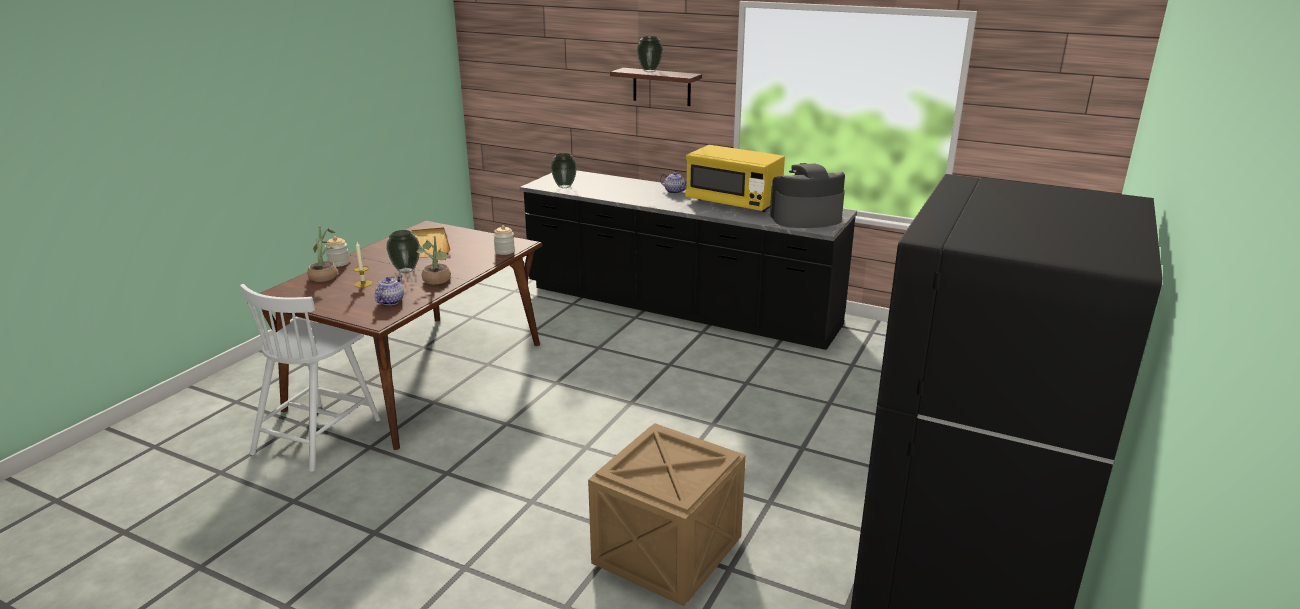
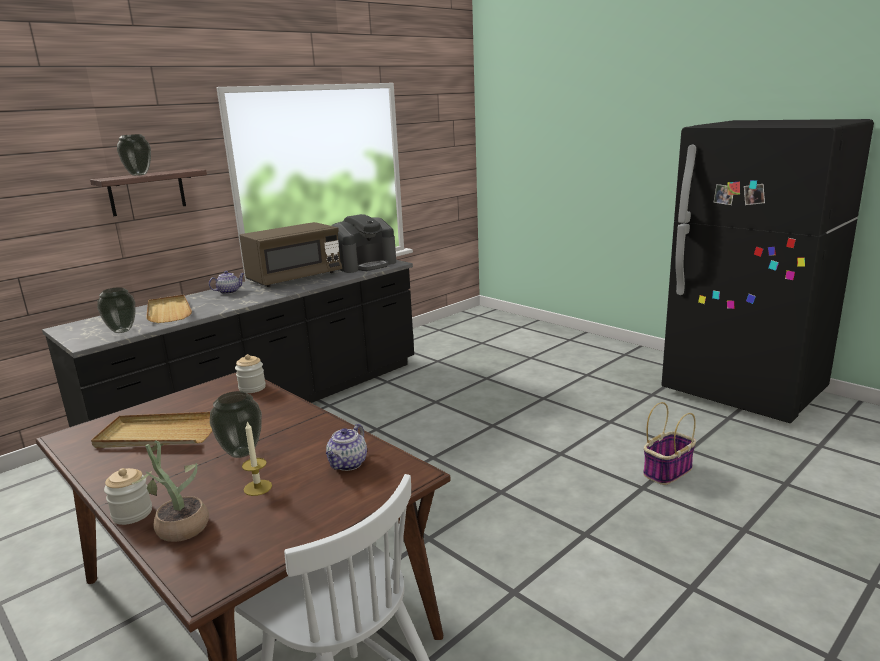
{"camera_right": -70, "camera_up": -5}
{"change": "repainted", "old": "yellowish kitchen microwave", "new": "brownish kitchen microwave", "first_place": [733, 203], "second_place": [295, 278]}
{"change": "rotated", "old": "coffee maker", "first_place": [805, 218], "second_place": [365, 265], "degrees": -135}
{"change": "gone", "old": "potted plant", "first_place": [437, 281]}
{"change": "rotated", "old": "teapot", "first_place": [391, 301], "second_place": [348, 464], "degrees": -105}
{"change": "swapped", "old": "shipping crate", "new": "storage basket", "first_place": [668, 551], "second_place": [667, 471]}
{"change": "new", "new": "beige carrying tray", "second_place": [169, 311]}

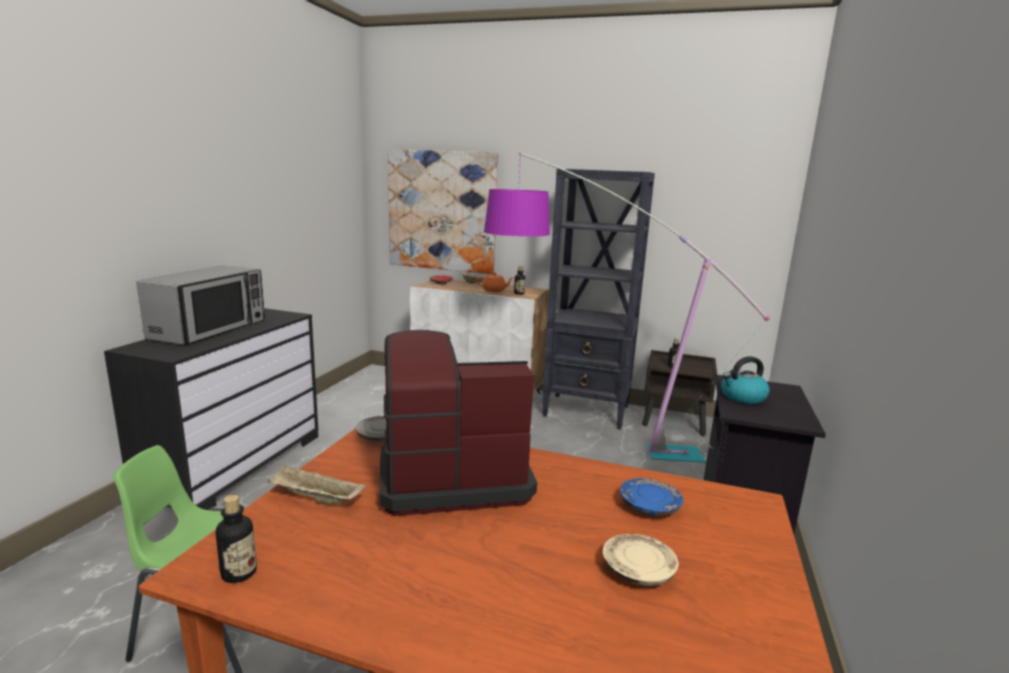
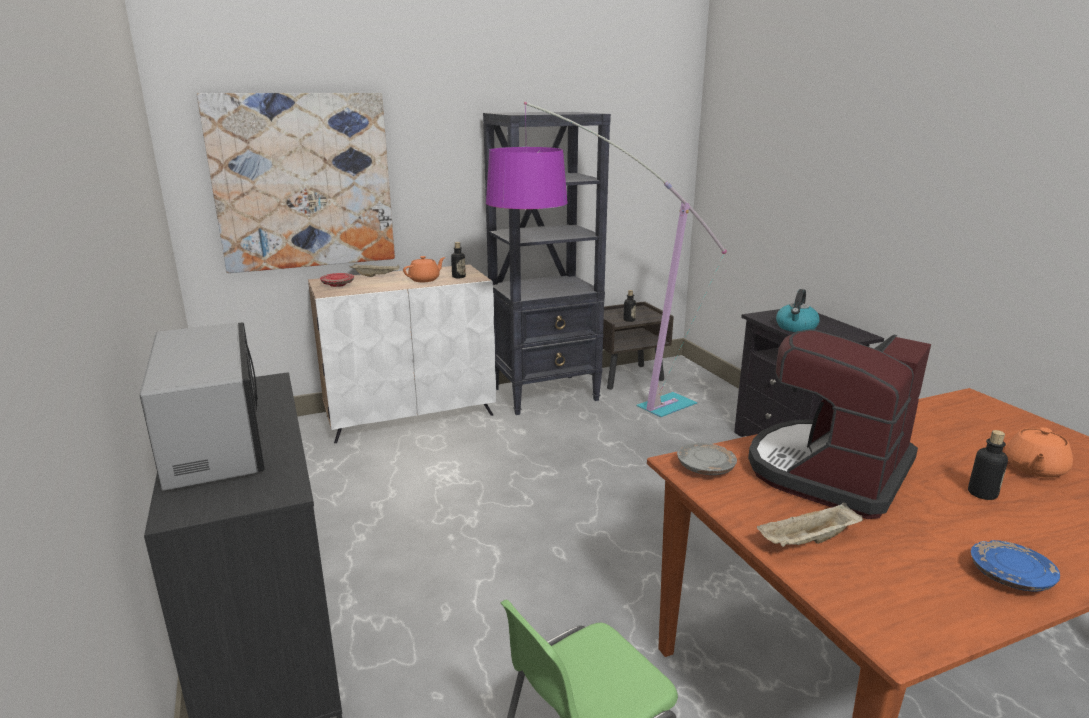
{"camera_right": -40, "camera_up": 5}
{"change": "shifted", "old": "blue-coloured dinner plate", "first_place": [649, 506], "second_place": [1009, 577]}
{"change": "shifted", "old": "bottle", "first_place": [239, 573], "second_place": [982, 493]}
{"change": "swapped", "old": "beige dinner plate", "new": "orange teapot", "first_place": [637, 570], "second_place": [1034, 469]}

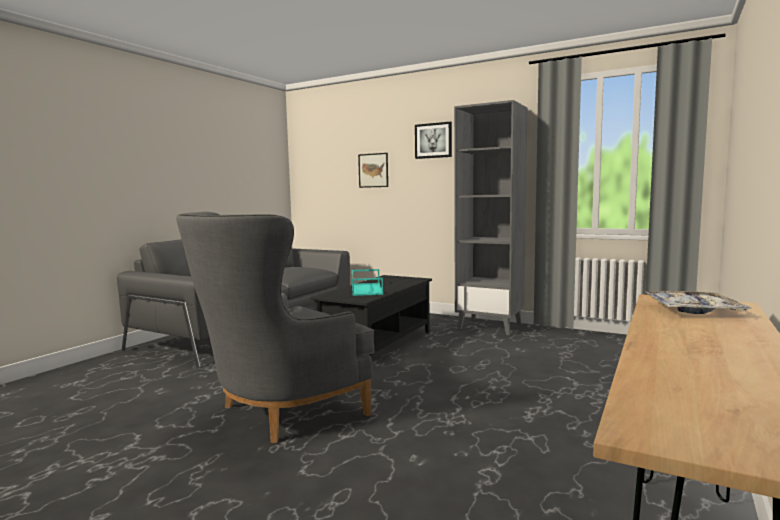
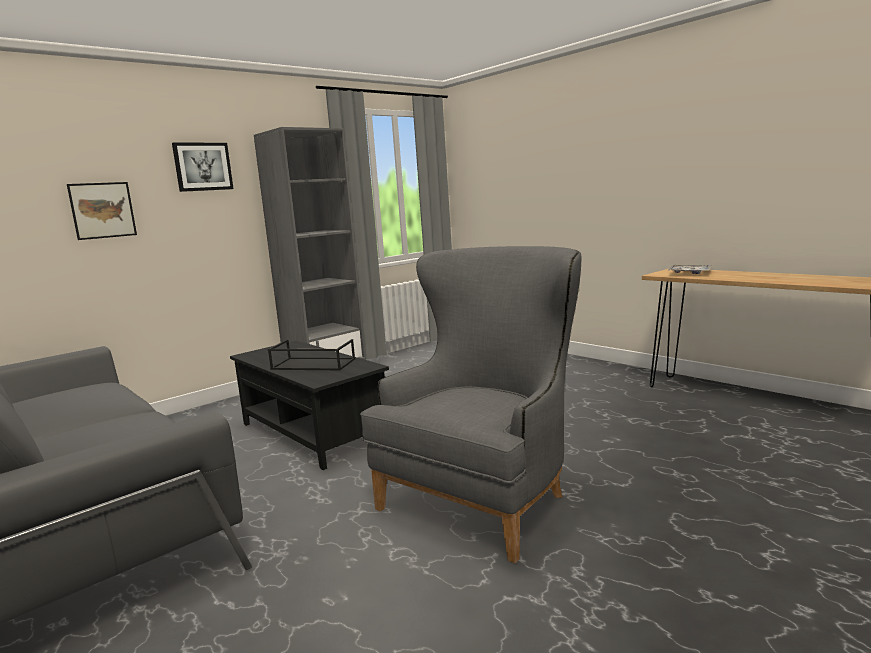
{"camera_right": -70, "camera_up": 5}
{"change": "rotated", "old": "gray lounge chair", "first_place": [278, 413], "second_place": [487, 496], "degrees": -120}
{"change": "repainted", "old": "blue-green carrying tray", "new": "blackish carrying tray", "first_place": [366, 289], "second_place": [312, 364]}

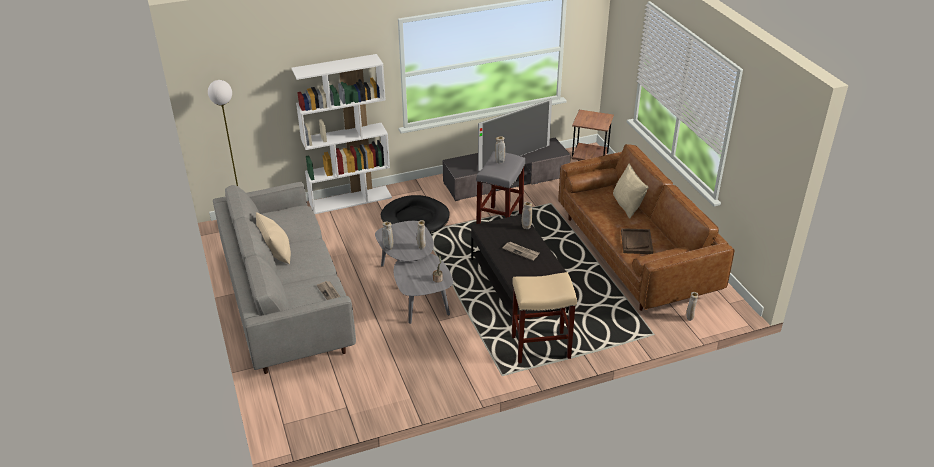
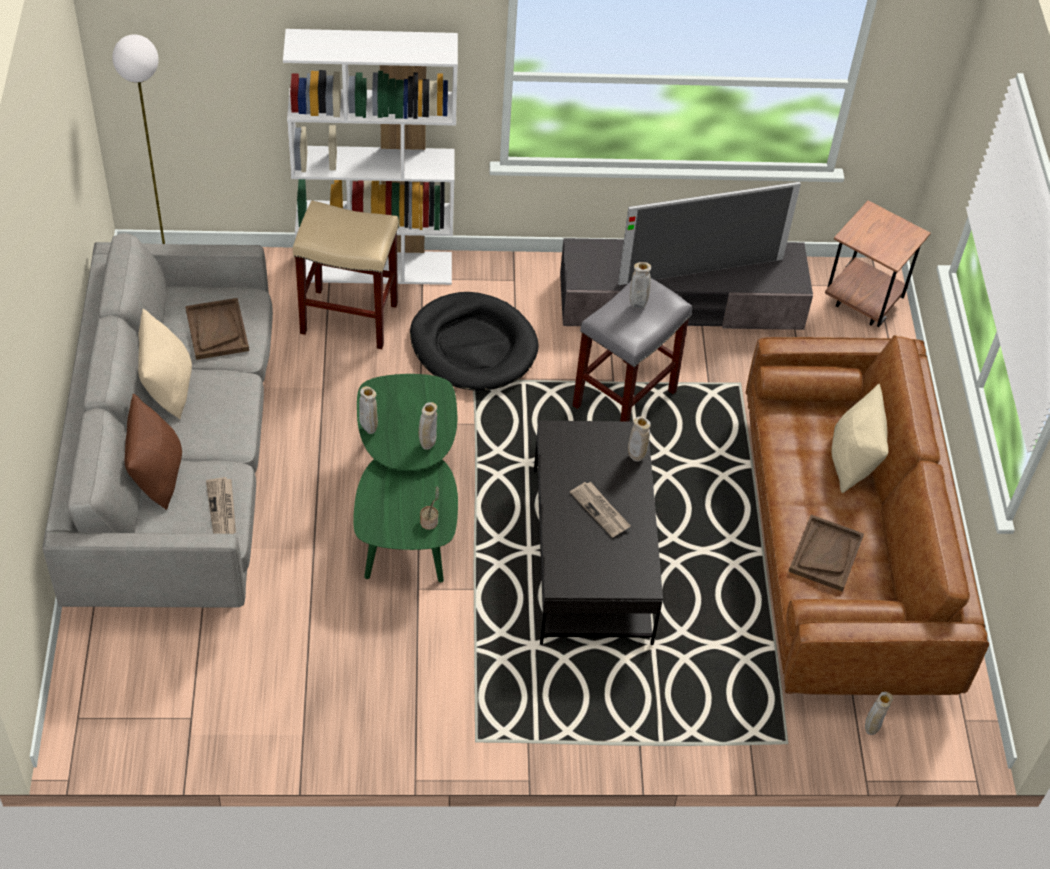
{"camera_right": 15, "camera_up": 15}
{"change": "repainted", "old": "gray low table", "new": "green-coloured low table", "first_place": [414, 288], "second_place": [406, 504]}
{"change": "shifted", "old": "beige sitting stool", "first_place": [540, 347], "second_place": [347, 318]}
{"change": "new", "new": "brownish carrying tray", "second_place": [217, 330]}
{"change": "new", "new": "brownish cushion", "second_place": [156, 475]}

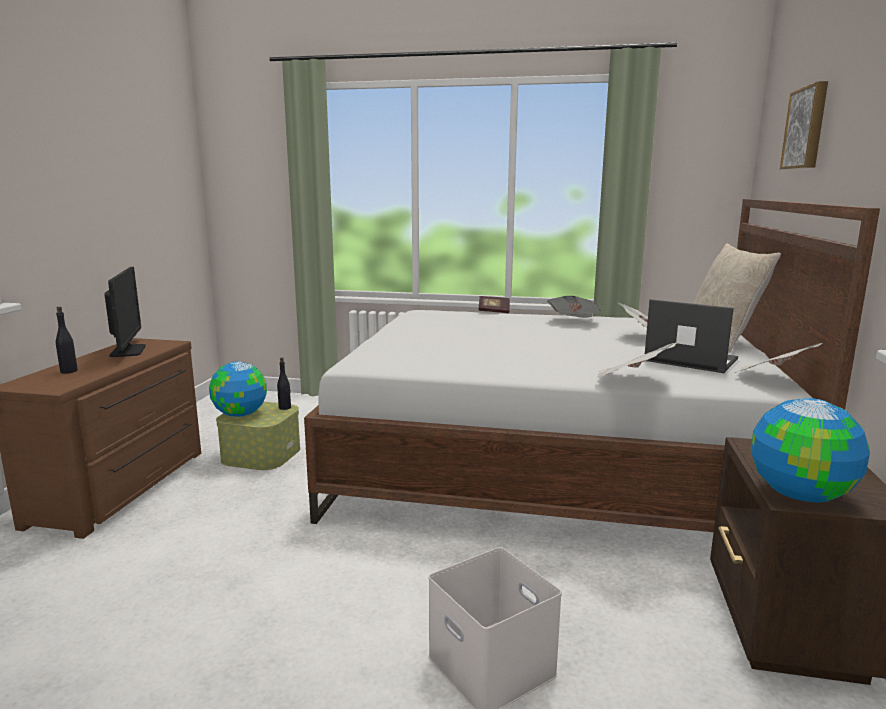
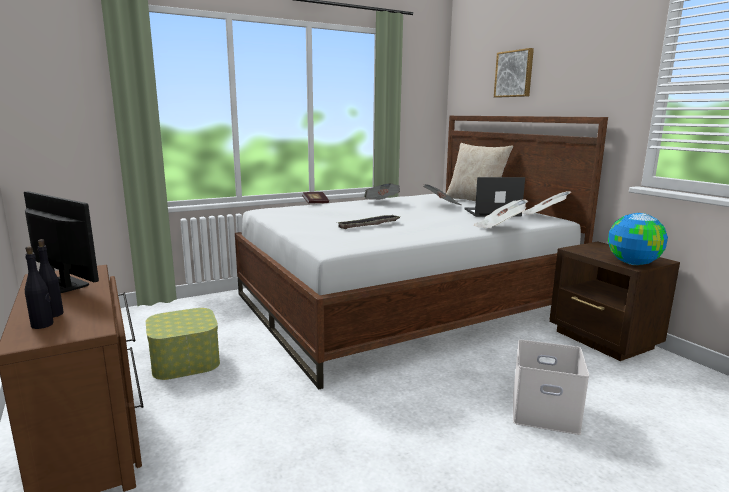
{"camera_right": -40, "camera_up": 0}
{"change": "shifted", "old": "blackish bottle", "first_place": [285, 407], "second_place": [42, 325]}
{"change": "gone", "old": "world globe", "first_place": [240, 414]}
{"change": "new", "new": "carrying tray", "second_place": [369, 225]}

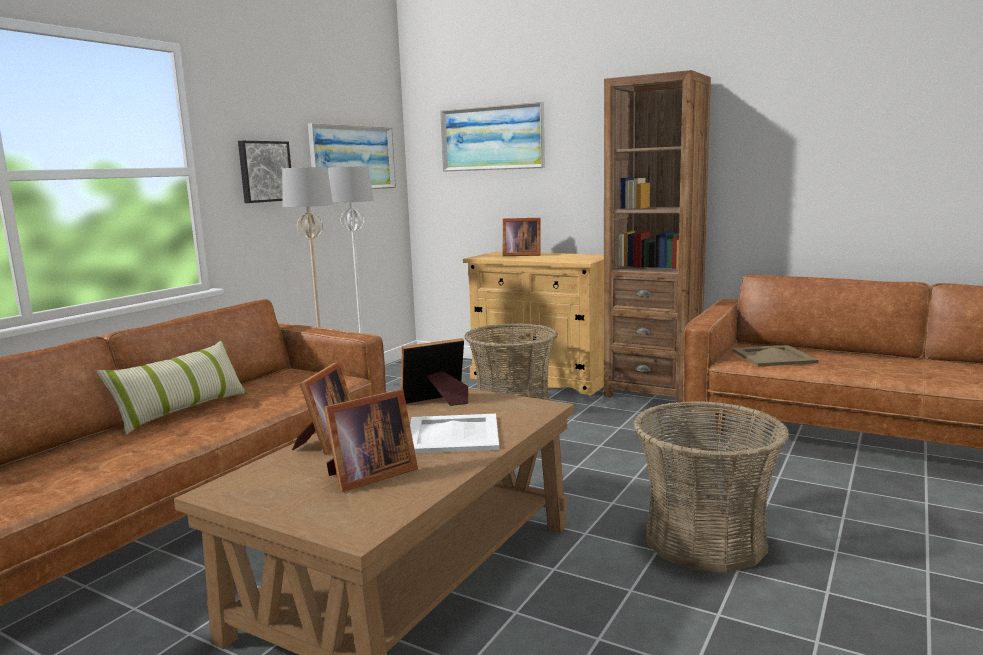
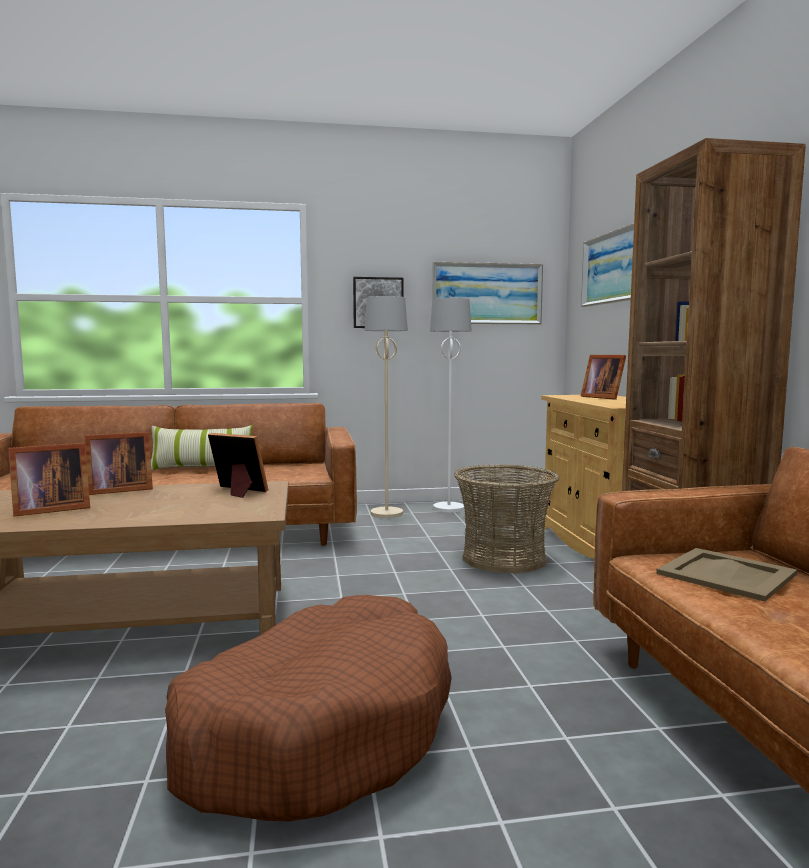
{"camera_right": 50, "camera_up": -5}
{"change": "rotated", "old": "standing frame", "first_place": [368, 476], "second_place": [49, 510], "degrees": -45}
{"change": "swapped", "old": "storage basket", "new": "brownish dog cushion", "first_place": [705, 540], "second_place": [317, 730]}
{"change": "gone", "old": "white-coloured carrying tray", "first_place": [453, 434]}

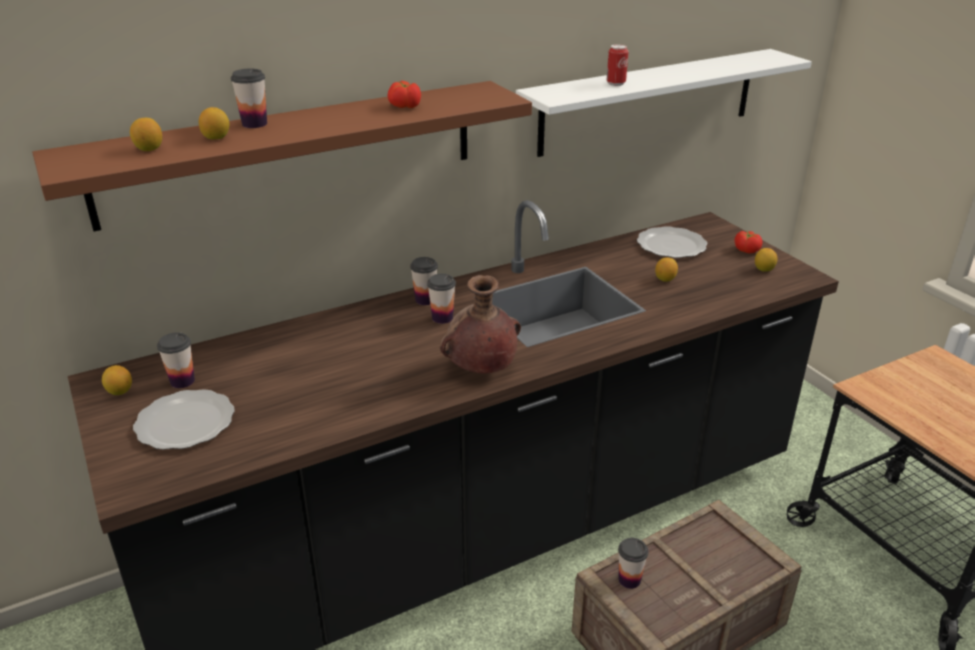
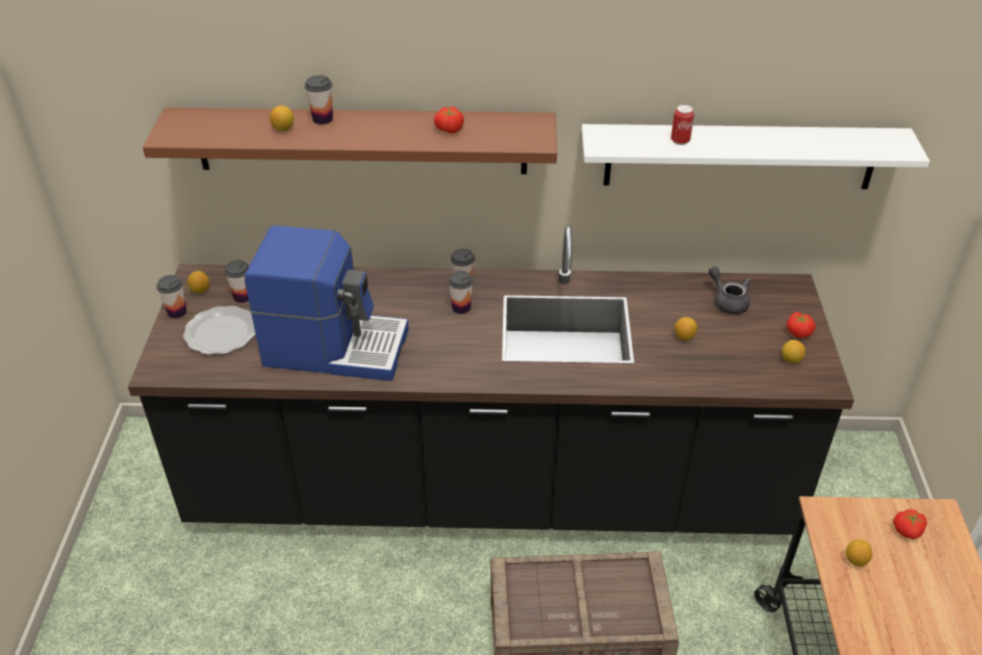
{"camera_right": 30, "camera_up": 10}
{"change": "shifted", "old": "citrus fruit", "first_place": [149, 149], "second_place": [855, 560]}
{"change": "swapped", "old": "dinner plate", "new": "gray teapot", "first_place": [670, 246], "second_place": [727, 301]}
{"change": "gone", "old": "brownish decorative vase", "first_place": [480, 370]}
{"change": "shifted", "old": "small cup", "first_place": [629, 580], "second_place": [177, 312]}
{"change": "new", "new": "coffee maker", "second_place": [335, 346]}
{"change": "new", "new": "tomato", "second_place": [907, 530]}

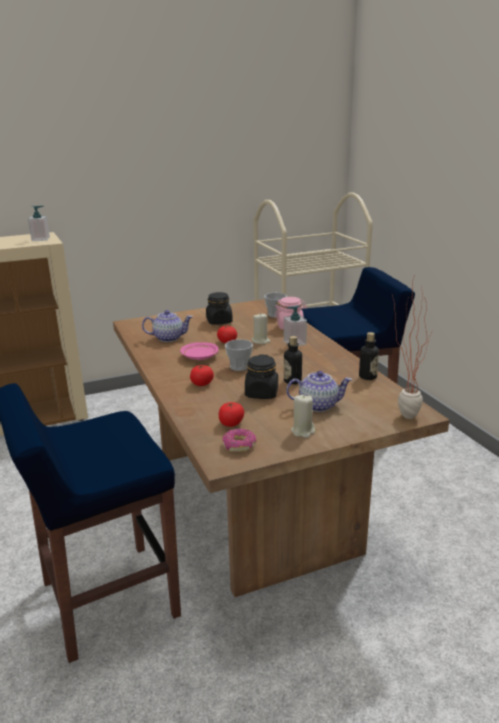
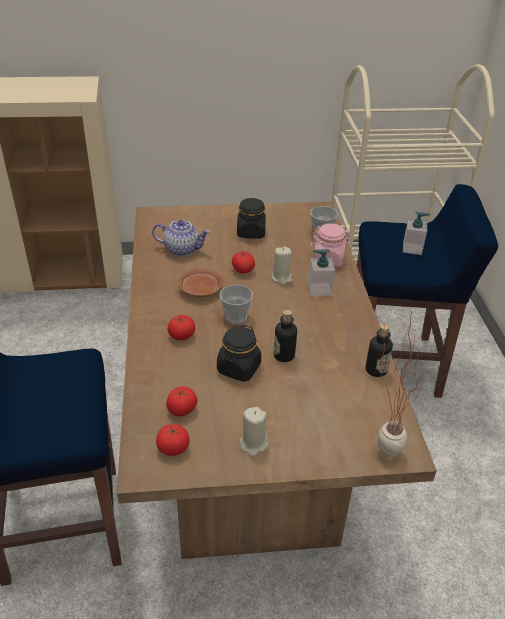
{"camera_right": 15, "camera_up": 15}
{"change": "shifted", "old": "soap bottle", "first_place": [41, 239], "second_place": [412, 248]}
{"change": "repainted", "old": "pink-coloured dinner plate", "new": "brownish dinner plate", "first_place": [199, 357], "second_place": [200, 289]}
{"change": "gone", "old": "teapot", "first_place": [318, 405]}
{"change": "swapped", "old": "ring doughnut", "new": "tomato", "first_place": [239, 445], "second_place": [173, 448]}

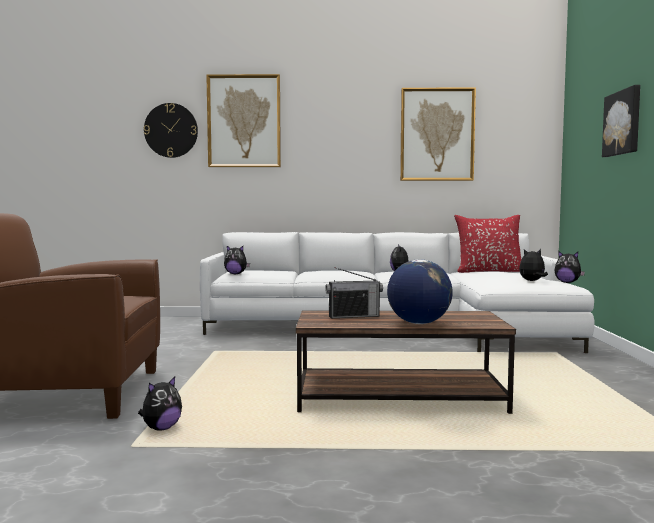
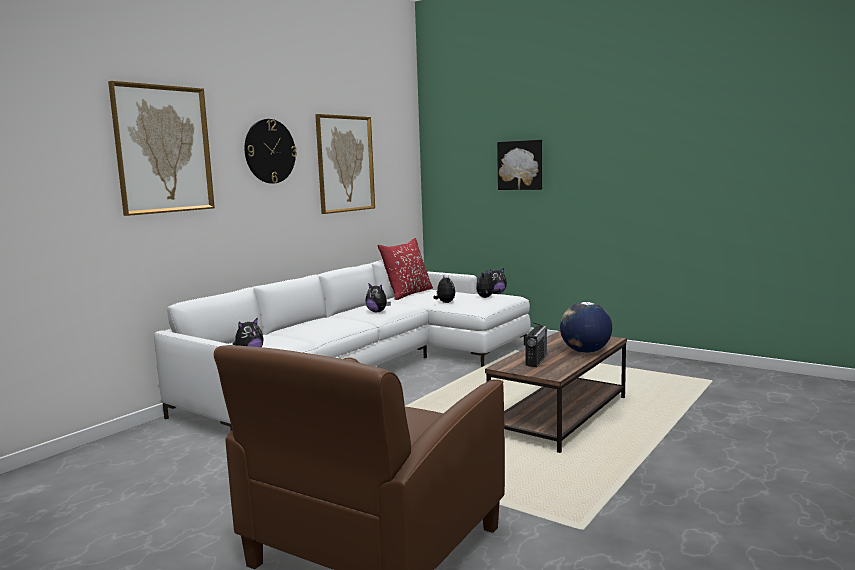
{"camera_right": -55, "camera_up": 5}
{"change": "shifted", "old": "wall clock", "first_place": [171, 130], "second_place": [270, 151]}
{"change": "shifted", "old": "soft toy", "first_place": [161, 428], "second_place": [445, 302]}

